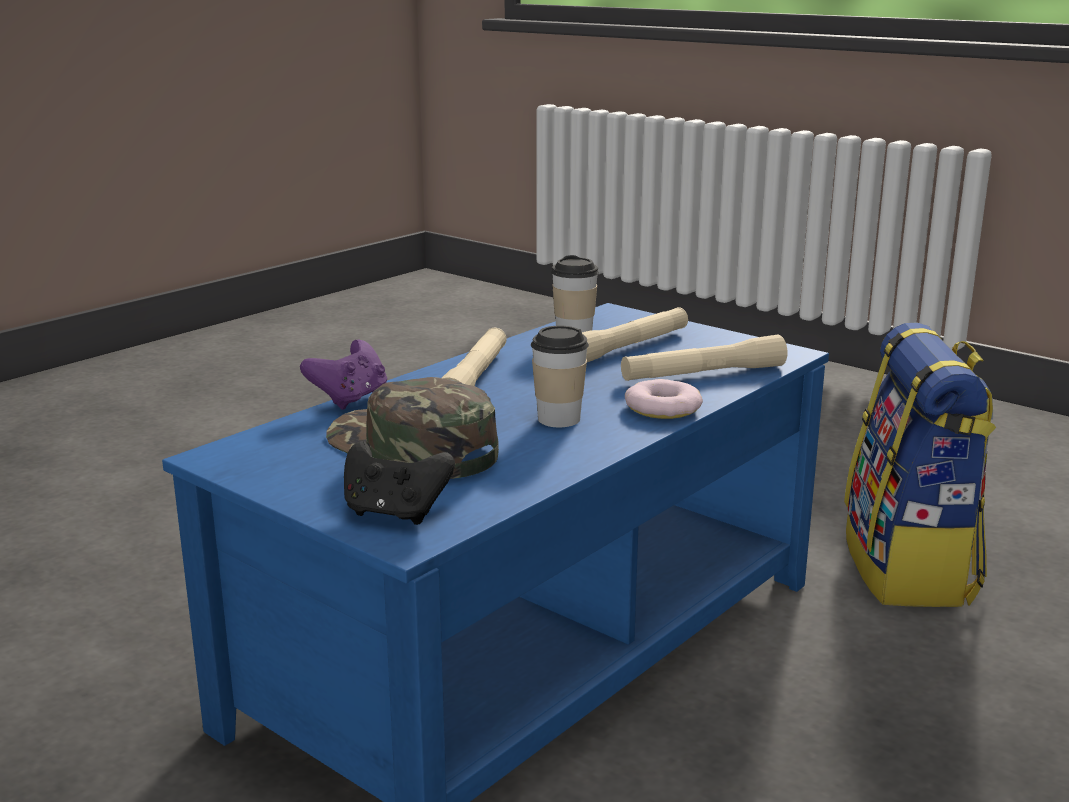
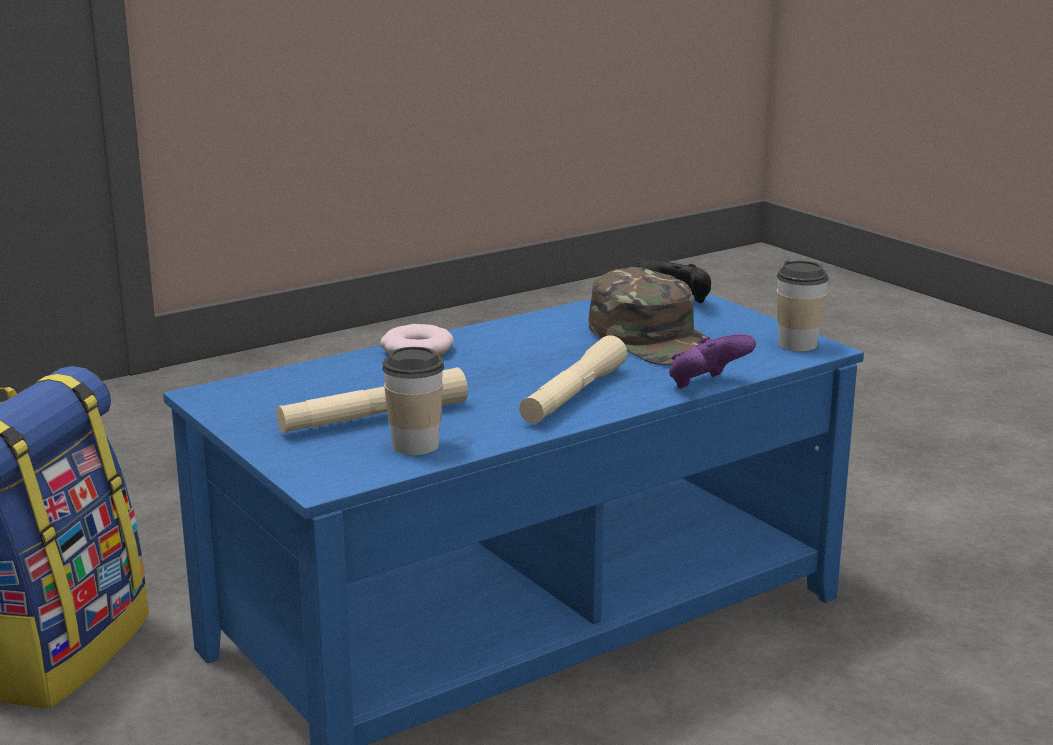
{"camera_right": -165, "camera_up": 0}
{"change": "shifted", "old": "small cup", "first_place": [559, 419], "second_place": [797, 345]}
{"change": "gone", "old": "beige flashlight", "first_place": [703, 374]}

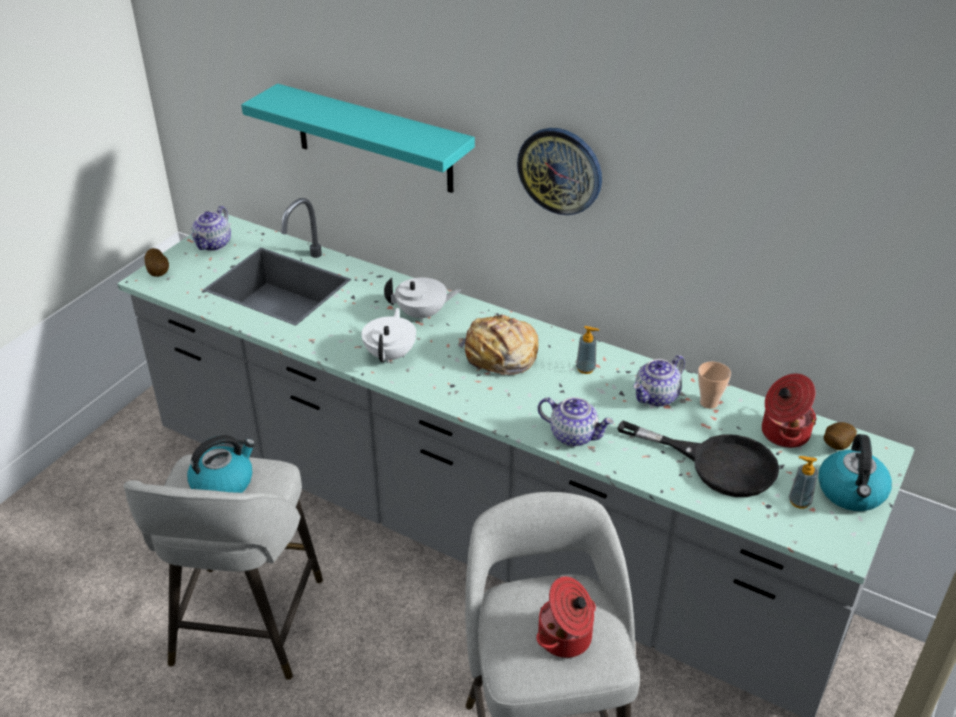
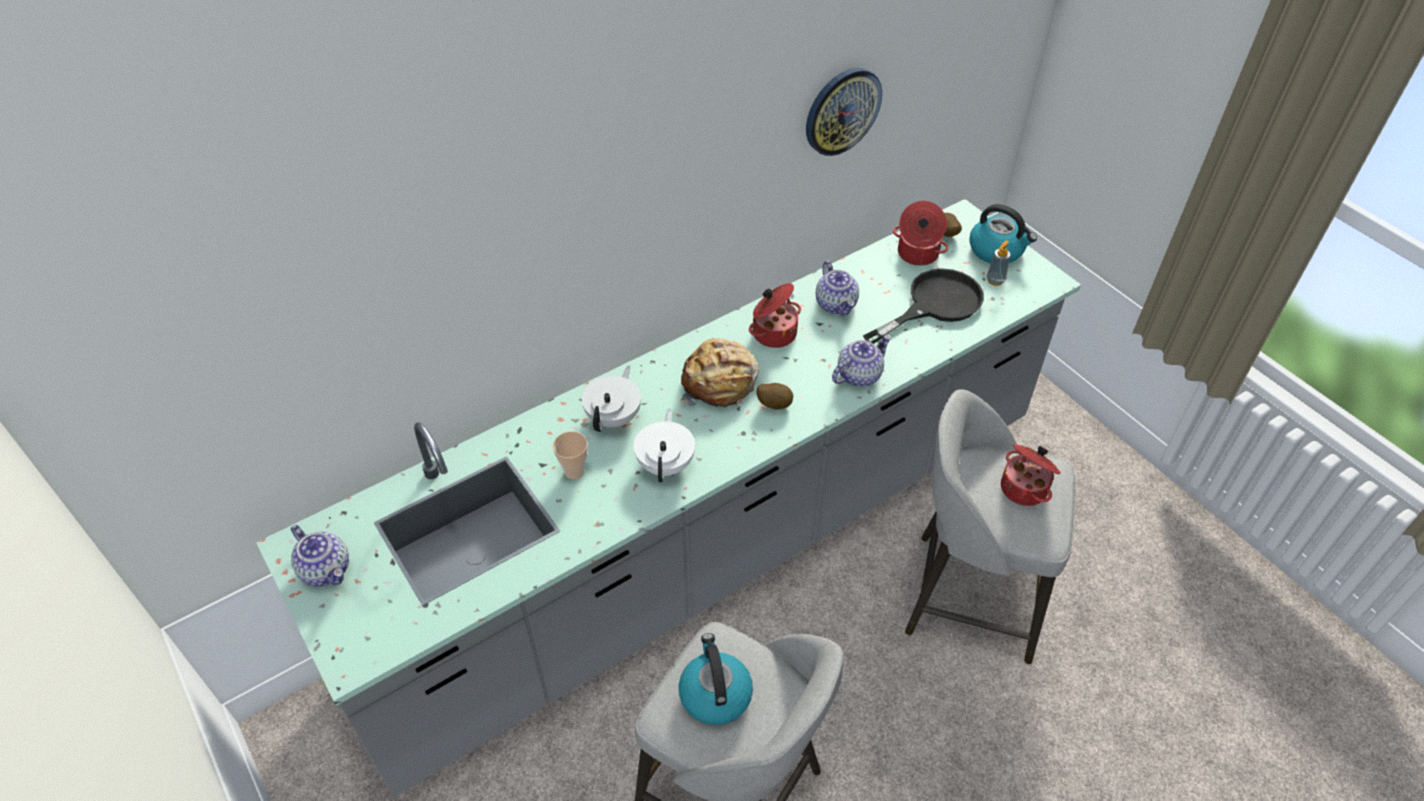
{"camera_right": -65, "camera_up": 10}
{"change": "gone", "old": "blue-green wall shelf", "first_place": [373, 139]}
{"change": "shifted", "old": "wall clock", "first_place": [560, 170], "second_place": [842, 111]}
{"change": "shifted", "old": "potato", "first_place": [159, 273], "second_place": [774, 404]}
{"change": "rotated", "old": "white-coloured teapot", "first_place": [391, 354], "second_place": [666, 464], "degrees": 60}
{"change": "swapped", "old": "soap bottle", "new": "saucepot", "first_place": [585, 369], "second_place": [773, 332]}
{"change": "shifted", "old": "small cup", "first_place": [709, 403], "second_place": [574, 471]}

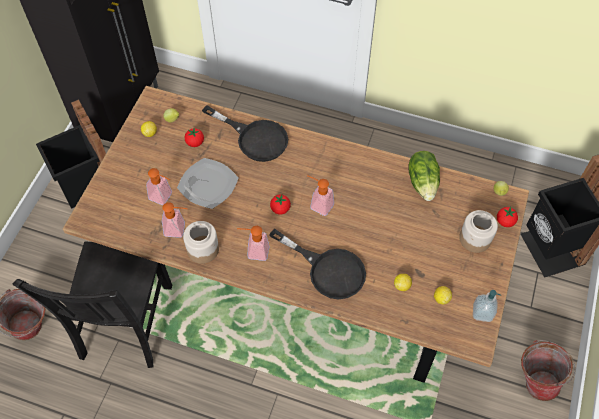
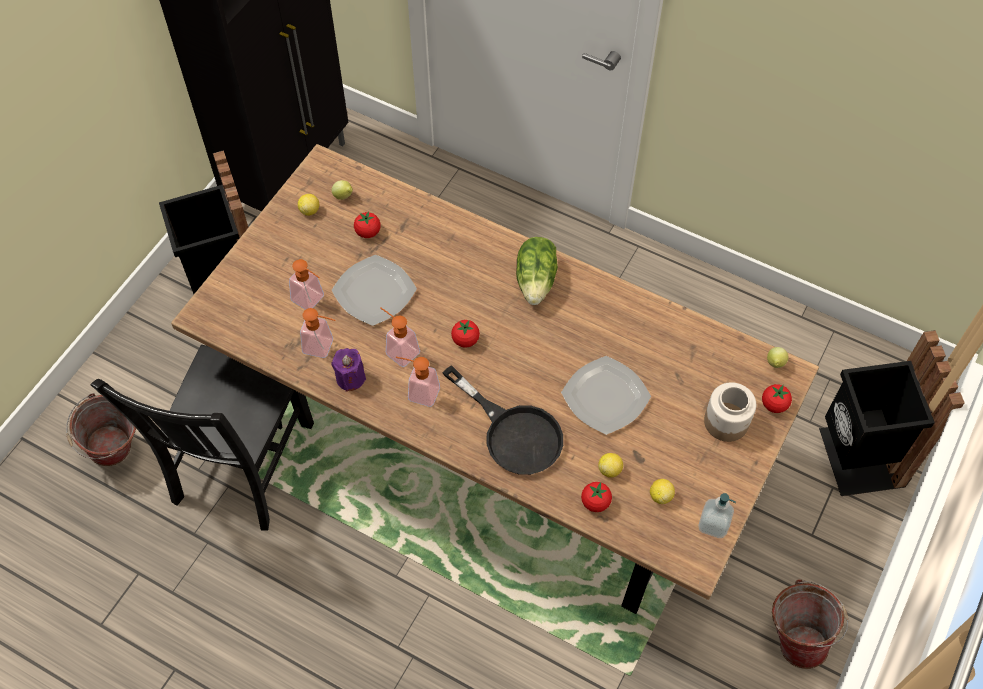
{"camera_right": 10, "camera_up": 0}
{"change": "gone", "old": "blackish skillet", "first_place": [255, 138]}
{"change": "shifted", "old": "lettuce", "first_place": [423, 182], "second_place": [537, 280]}
{"change": "shifted", "old": "soap bottle", "first_place": [318, 204], "second_place": [398, 350]}
{"change": "swapped", "old": "storage jar", "new": "purple wax candle", "first_place": [203, 249], "second_place": [350, 378]}
{"change": "new", "new": "dinner plate", "second_place": [604, 397]}
{"change": "new", "new": "tomato", "second_place": [595, 502]}

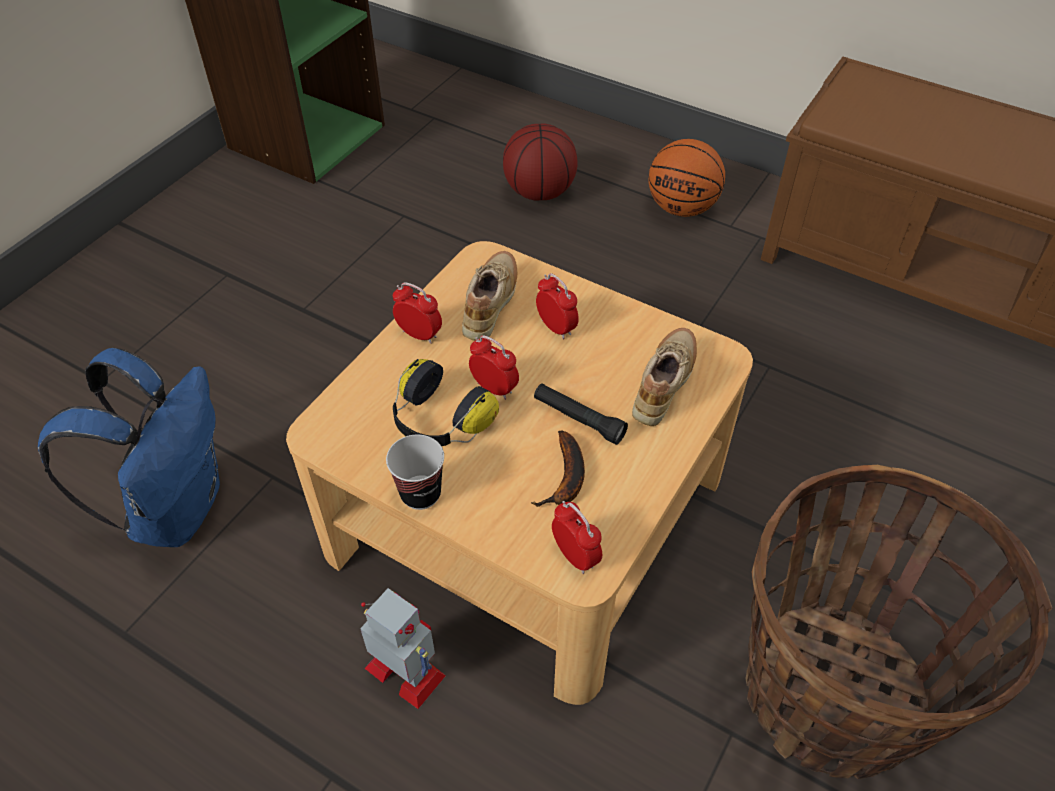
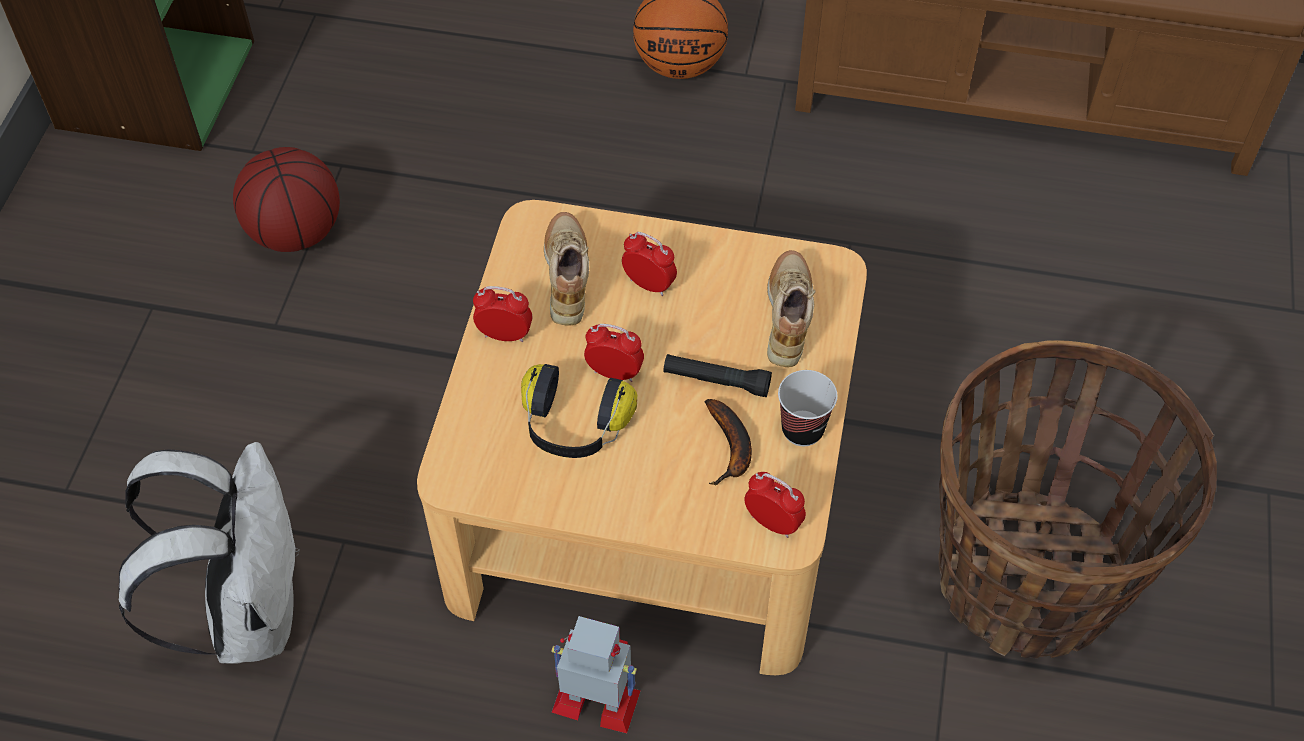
{"camera_right": -20, "camera_up": 5}
{"change": "shifted", "old": "basketball", "first_place": [540, 192], "second_place": [296, 232]}
{"change": "repainted", "old": "blue-coloured backpack", "new": "white-coloured backpack", "first_place": [176, 507], "second_place": [248, 611]}
{"change": "shifted", "old": "small cup", "first_place": [420, 493], "second_place": [802, 430]}

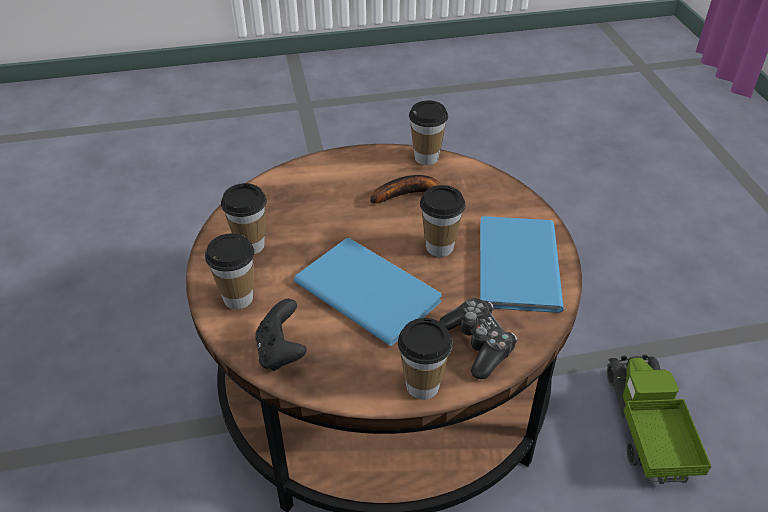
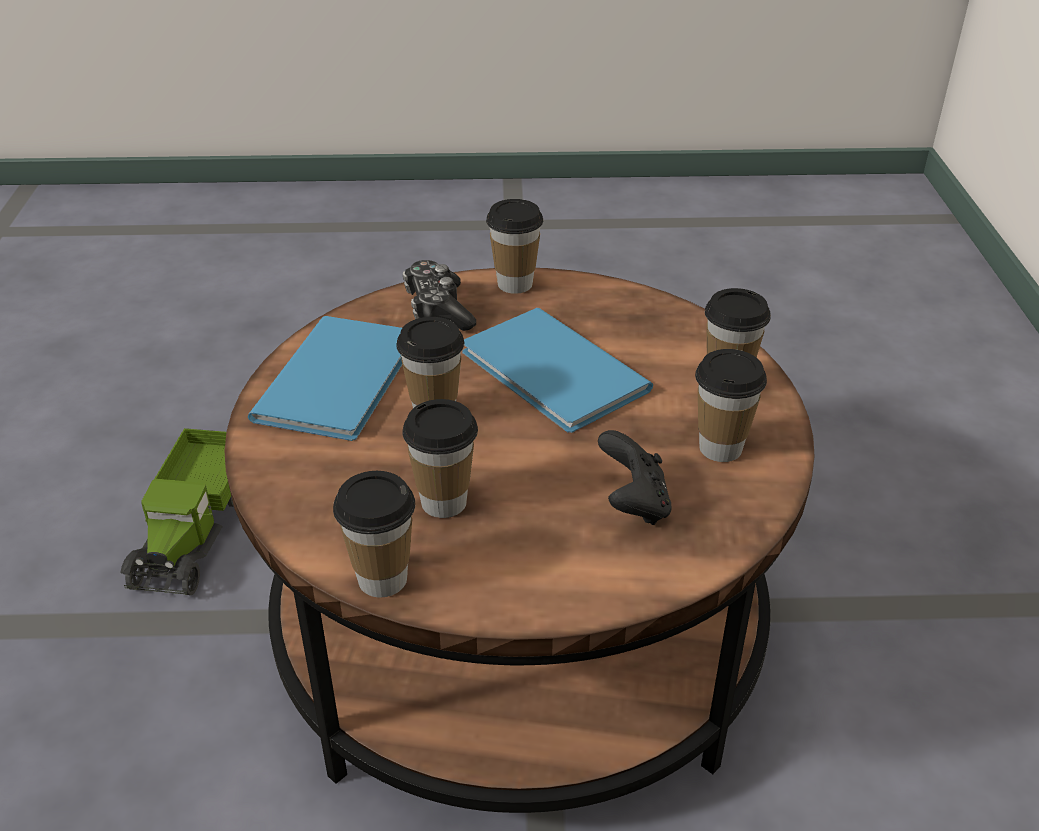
{"camera_right": -170, "camera_up": -5}
{"change": "swapped", "old": "whole banana", "new": "small cup", "first_place": [411, 195], "second_place": [444, 502]}
{"change": "shifted", "old": "blackish game controller", "first_place": [281, 352], "second_place": [633, 504]}

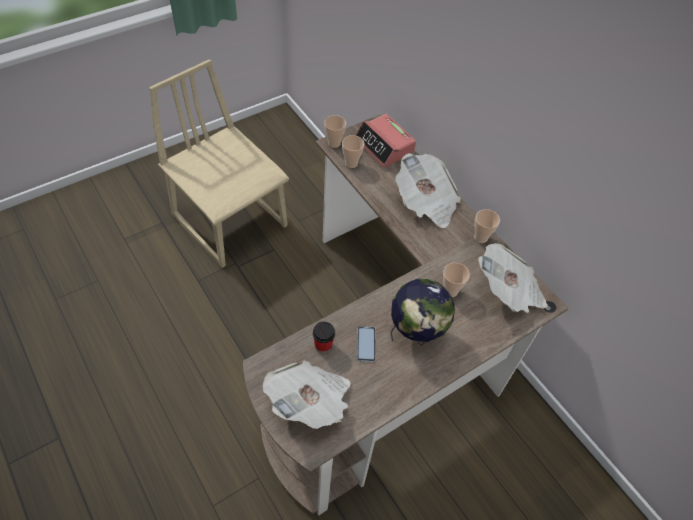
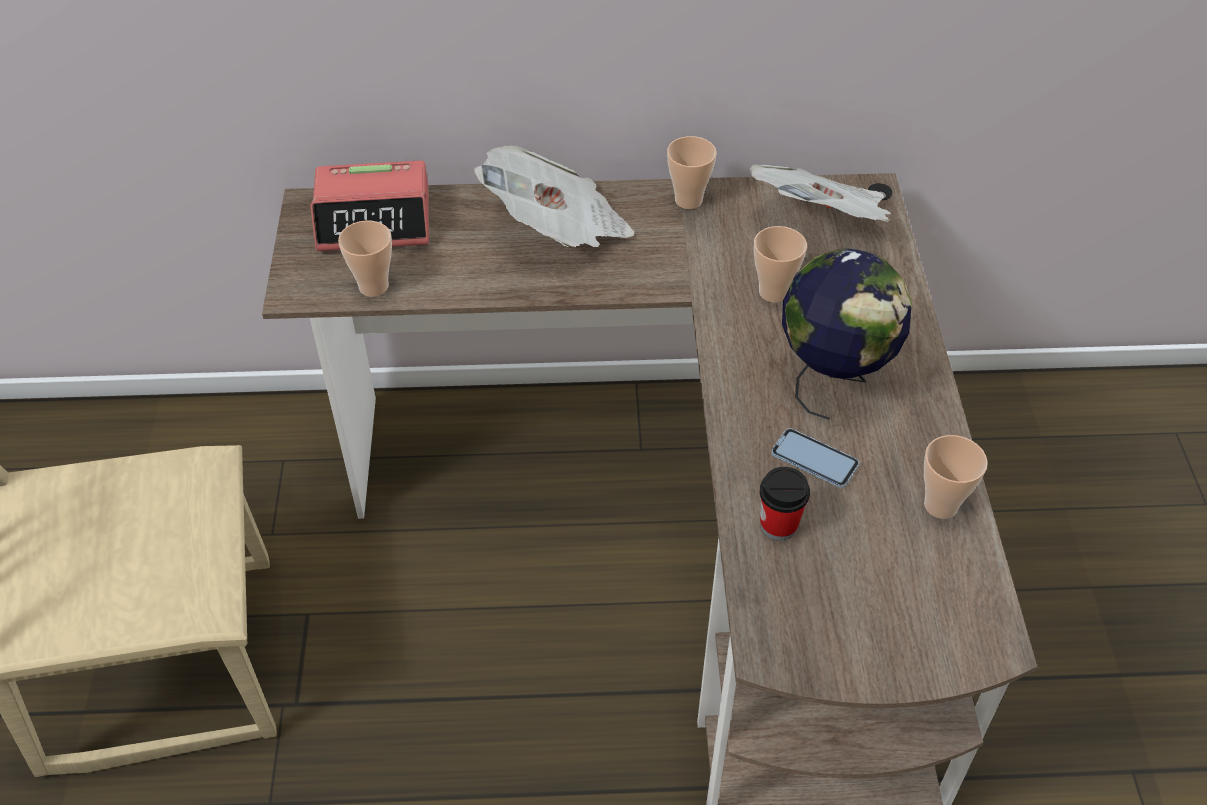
{"camera_right": -55, "camera_up": -5}
{"change": "shifted", "old": "small cup", "first_place": [334, 143], "second_place": [941, 505]}
{"change": "gone", "old": "daily paper", "first_place": [310, 401]}

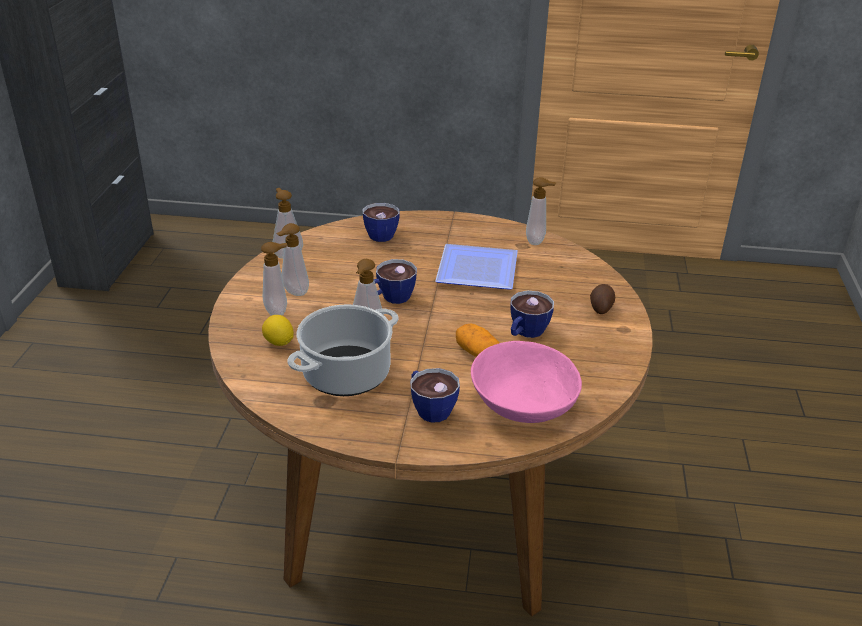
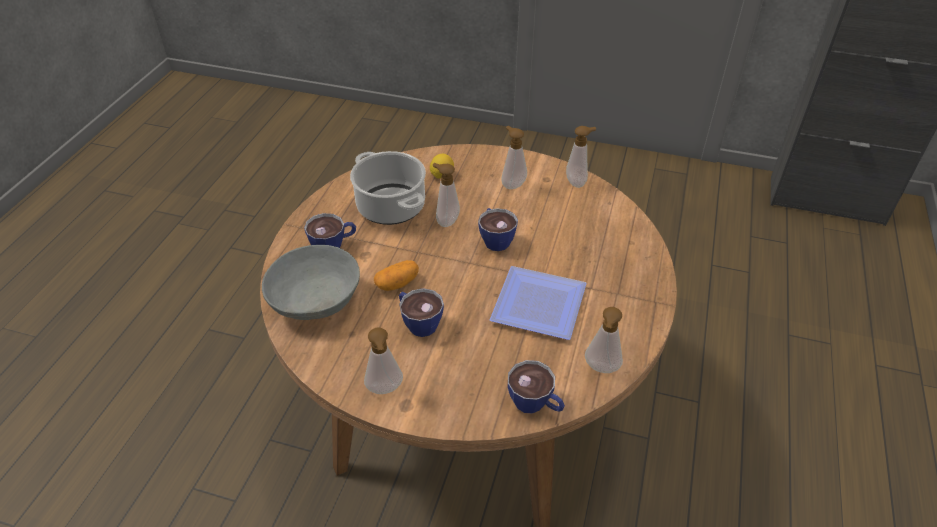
{"camera_right": 100, "camera_up": 10}
{"change": "shifted", "old": "small cup", "first_place": [384, 233], "second_place": [535, 404]}
{"change": "shifted", "old": "soap bottle", "first_place": [278, 311], "second_place": [385, 390]}
{"change": "gone", "old": "potato", "first_place": [601, 307]}
{"change": "repainted", "old": "pink-coloured serving bowl", "new": "gray serving bowl", "first_place": [521, 405], "second_place": [316, 300]}

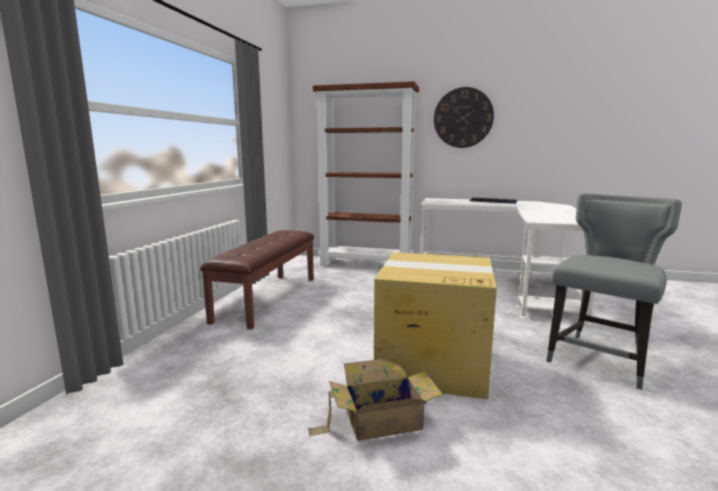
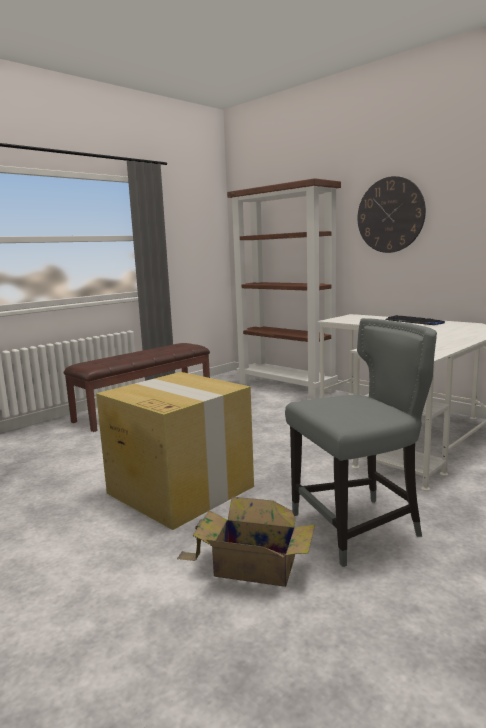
{"camera_right": 30, "camera_up": 0}
{"change": "shifted", "old": "cardboard box", "first_place": [379, 421], "second_place": [251, 565]}

